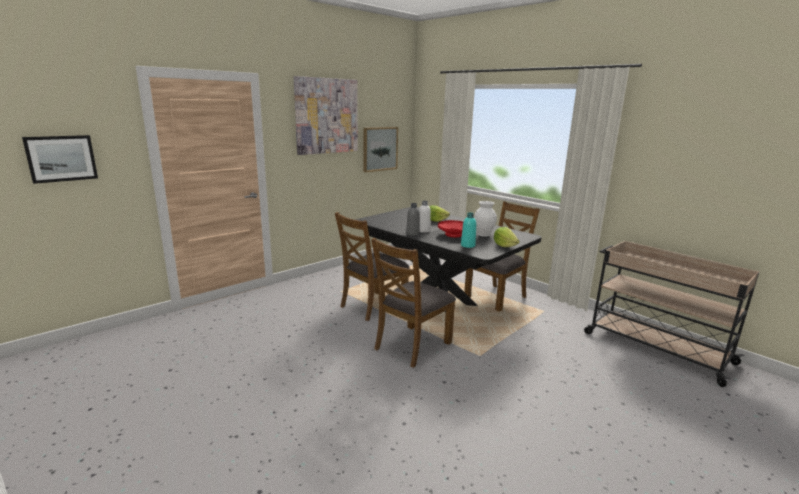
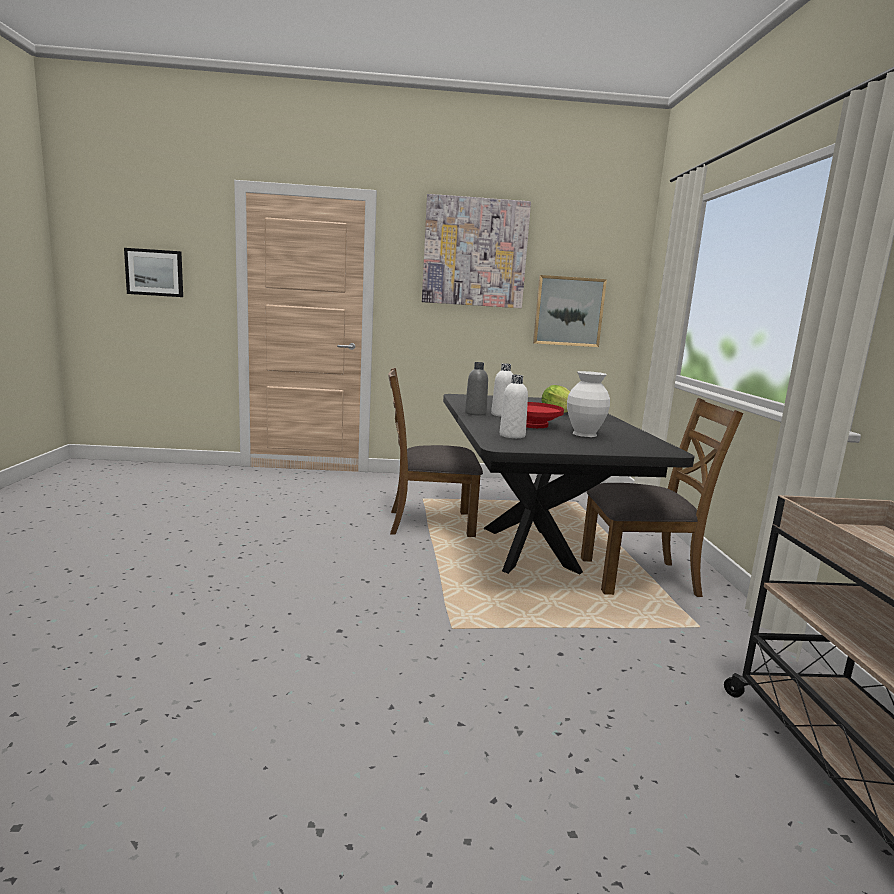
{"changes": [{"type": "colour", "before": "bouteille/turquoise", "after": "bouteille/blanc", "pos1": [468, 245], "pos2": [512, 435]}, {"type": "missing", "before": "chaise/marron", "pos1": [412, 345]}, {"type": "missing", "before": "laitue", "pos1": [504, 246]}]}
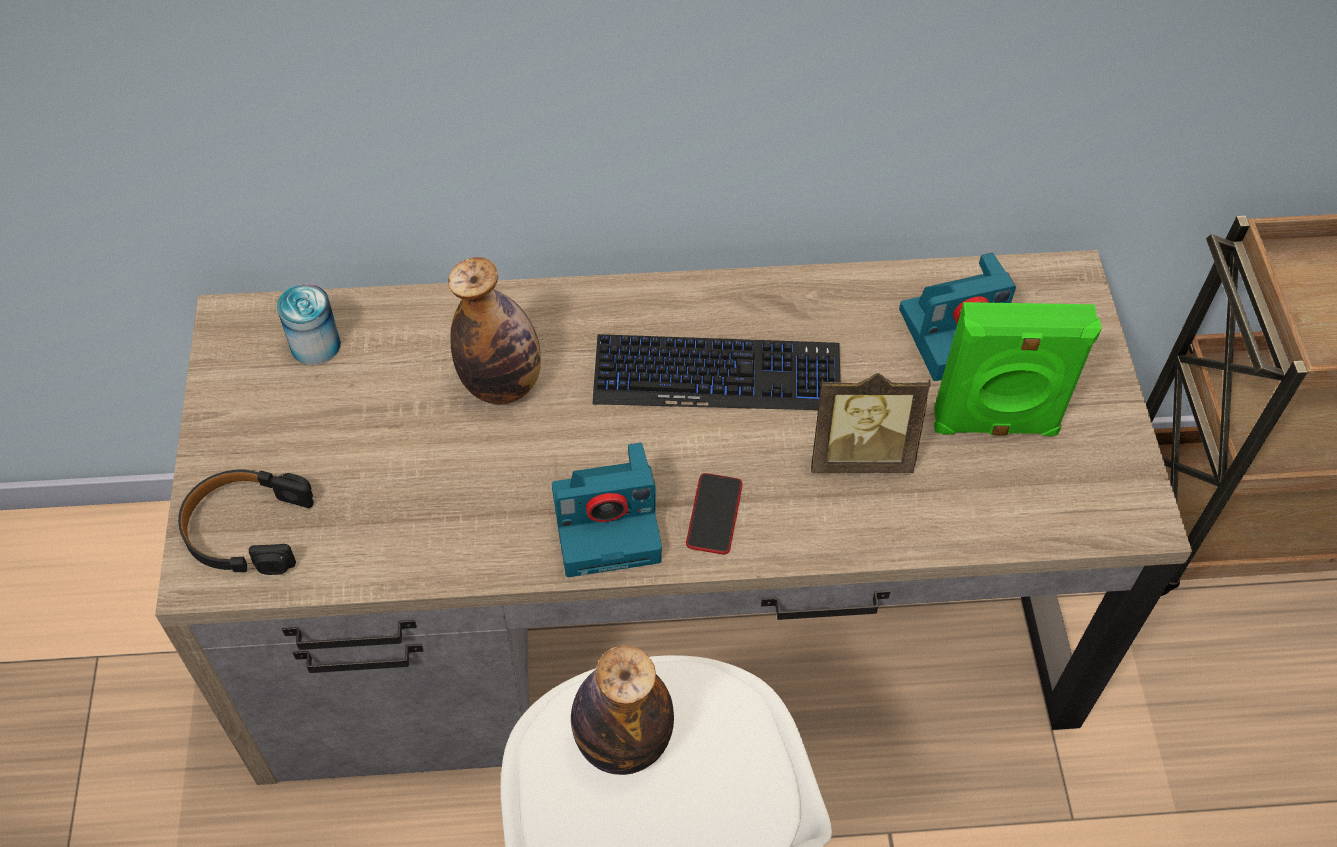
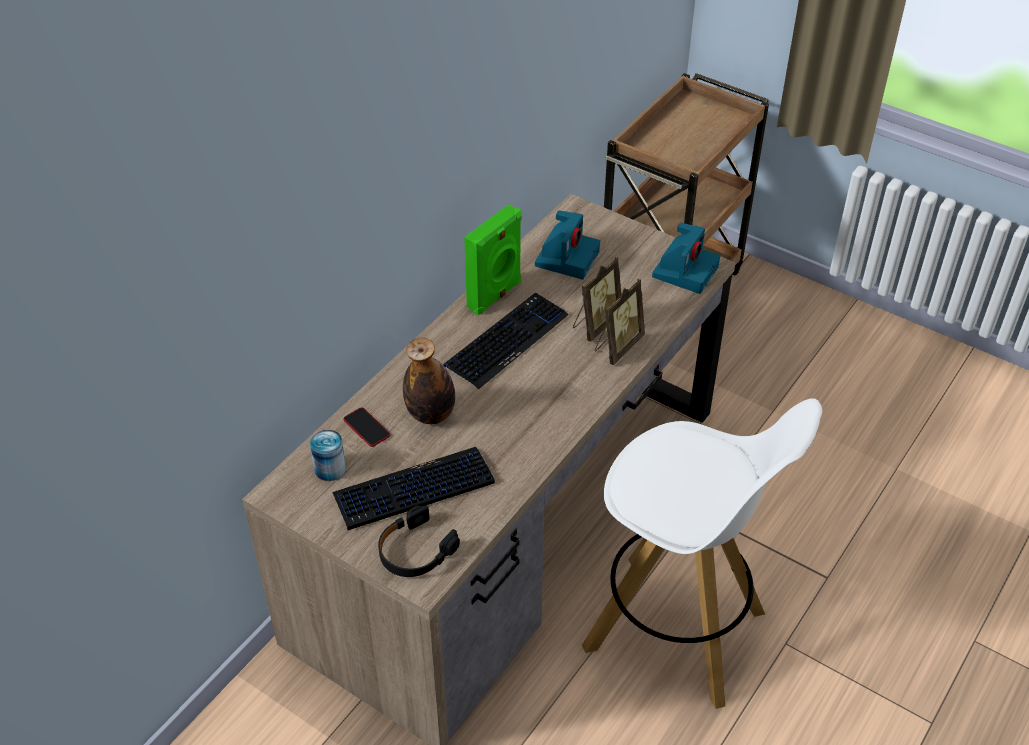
{"changes": [{"type": "appeared", "after": "clavier", "pos2": [413, 489]}, {"type": "relocated", "before": "téléphone", "pos1": [714, 514], "pos2": [366, 428]}, {"type": "relocated", "before": "enceinte/vert", "pos1": [995, 425], "pos2": [496, 295]}, {"type": "appeared", "after": "cadre photo", "pos2": [617, 346]}, {"type": "relocated", "before": "appareil photo", "pos1": [608, 523], "pos2": [685, 270]}, {"type": "missing", "before": "bouteille", "pos1": [622, 741]}]}
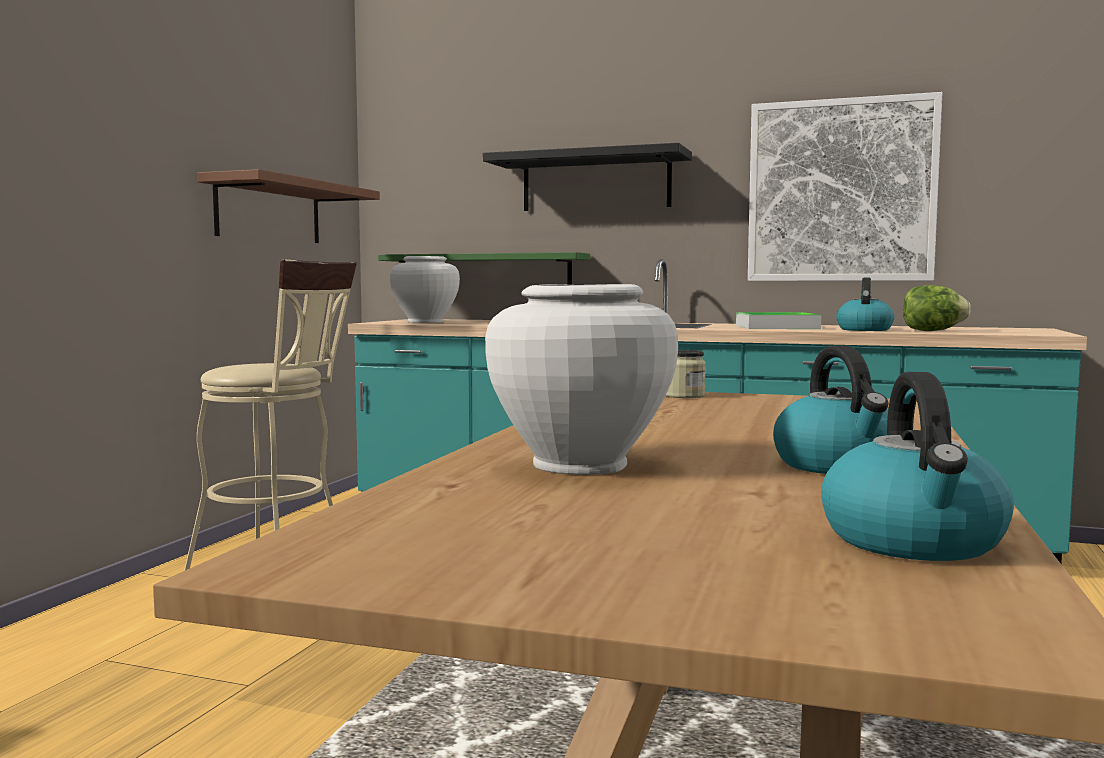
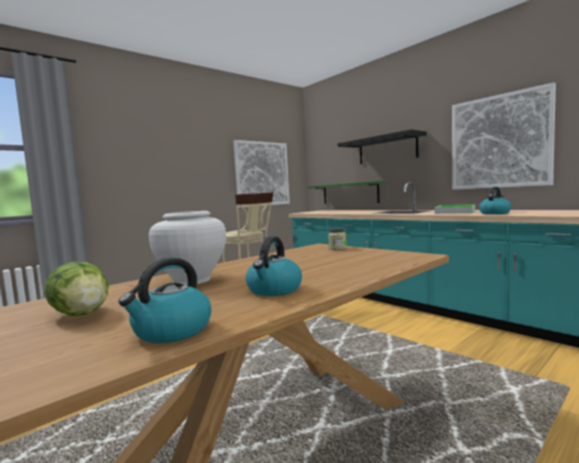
{"changes": [{"type": "relocated", "before": "laitue", "pos1": [932, 331], "pos2": [82, 314]}, {"type": "exchanged", "before": "étagère/marron", "after": "tableau", "pos1": [269, 211], "pos2": [262, 174]}, {"type": "missing", "before": "vase/blanc", "pos1": [425, 322]}]}
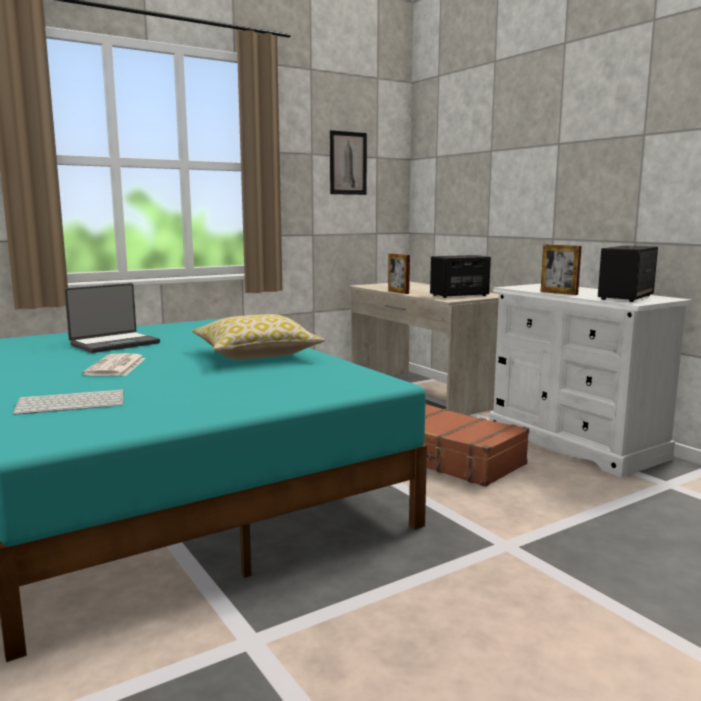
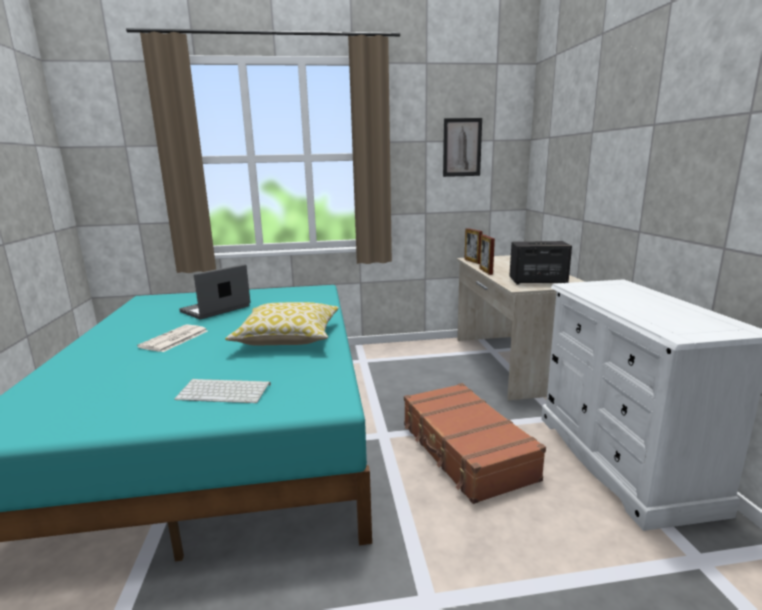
{"changes": [{"type": "relocated", "before": "clavier", "pos1": [72, 403], "pos2": [225, 391]}, {"type": "spun", "before": "ordinateur portable", "pos1": [114, 344], "pos2": [216, 309], "turn": 150}, {"type": "relocated", "before": "cadre photo", "pos1": [559, 293], "pos2": [472, 261]}, {"type": "missing", "before": "enceinte", "pos1": [626, 297]}]}
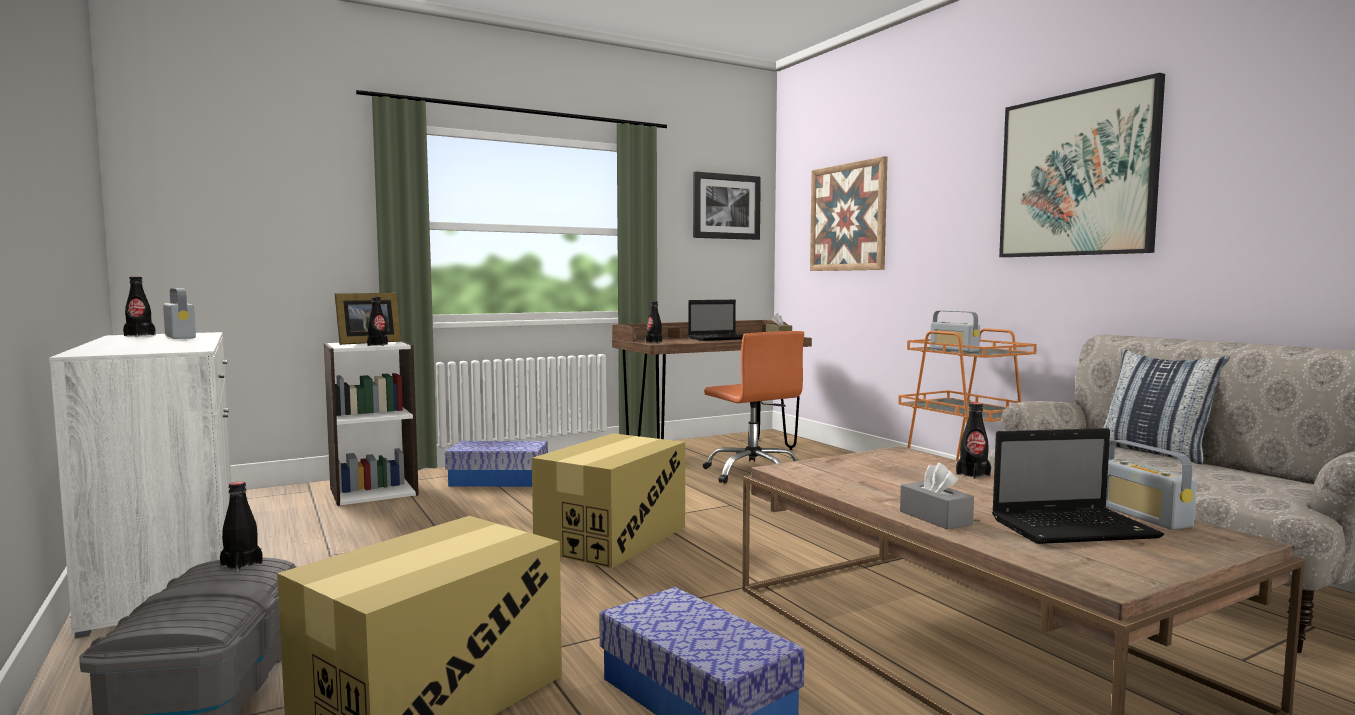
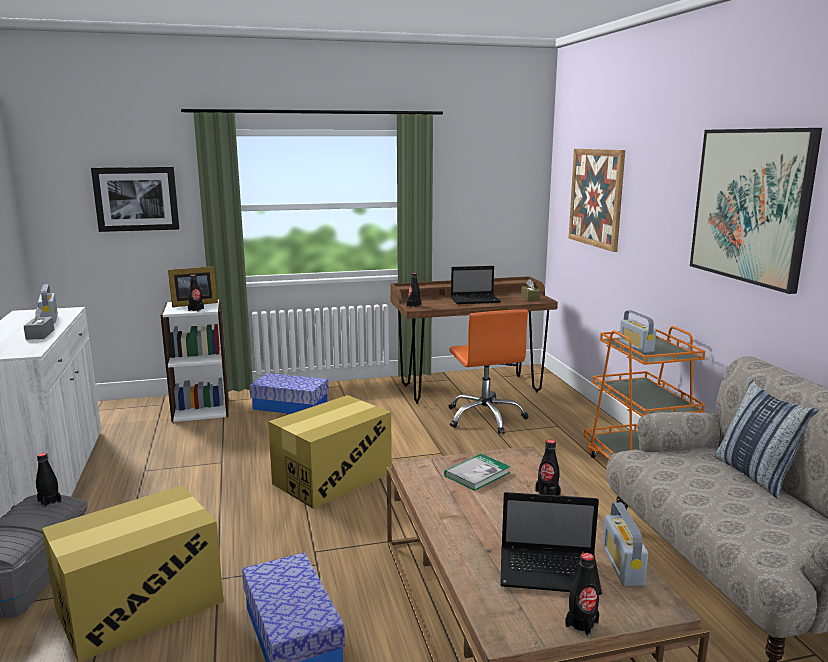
{"changes": [{"type": "relocated", "before": "boîte à mouchoirs/gris", "pos1": [935, 517], "pos2": [40, 334]}, {"type": "relocated", "before": "tableau", "pos1": [726, 206], "pos2": [136, 199]}, {"type": "appeared", "after": "livre", "pos2": [477, 474]}, {"type": "relocated", "before": "bouteille/noir", "pos1": [139, 335], "pos2": [581, 624]}]}
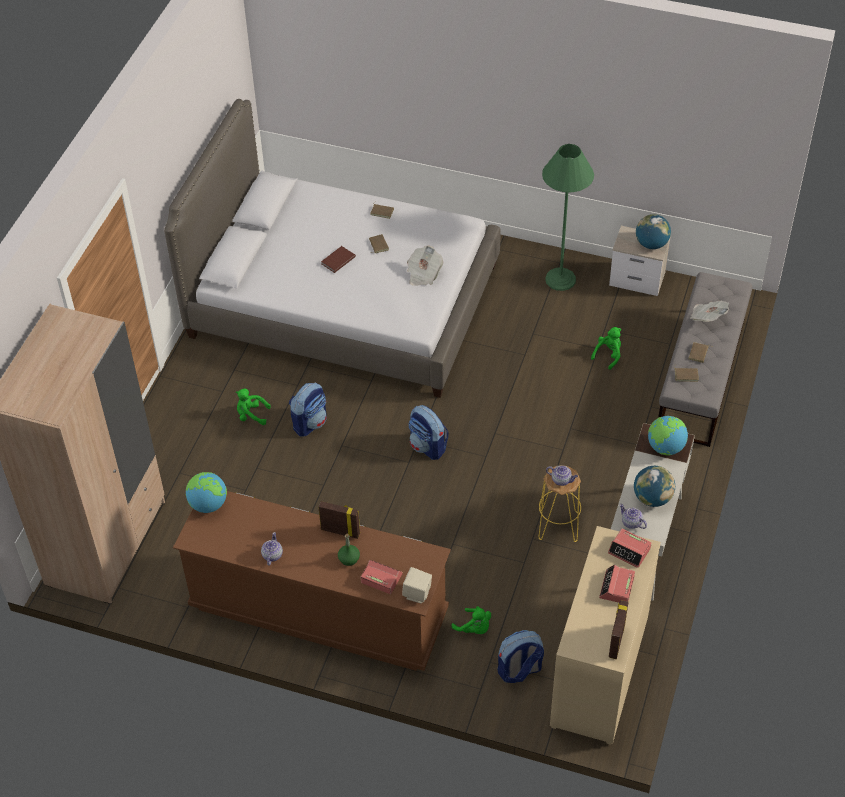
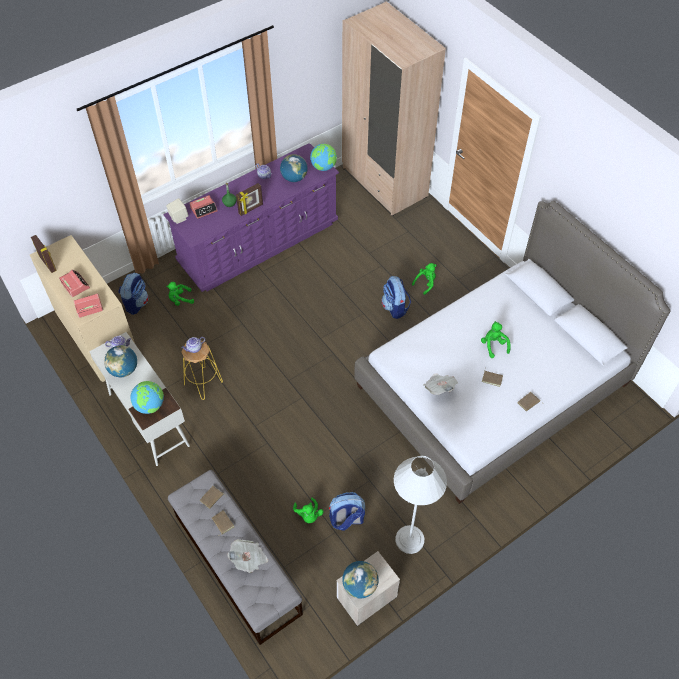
{"changes": [{"type": "colour", "before": "commode/marron", "after": "commode/violet", "pos1": [319, 609], "pos2": [259, 243]}, {"type": "appeared", "after": "globe", "pos2": [294, 178]}, {"type": "relocated", "before": "sac à dos", "pos1": [428, 446], "pos2": [346, 519]}, {"type": "colour", "before": "lampadaire/vert", "after": "lampadaire/blanc", "pos1": [560, 279], "pos2": [409, 539]}, {"type": "exchanged", "before": "livre/marron", "after": "peluche/vert", "pos1": [337, 260], "pos2": [493, 345]}]}
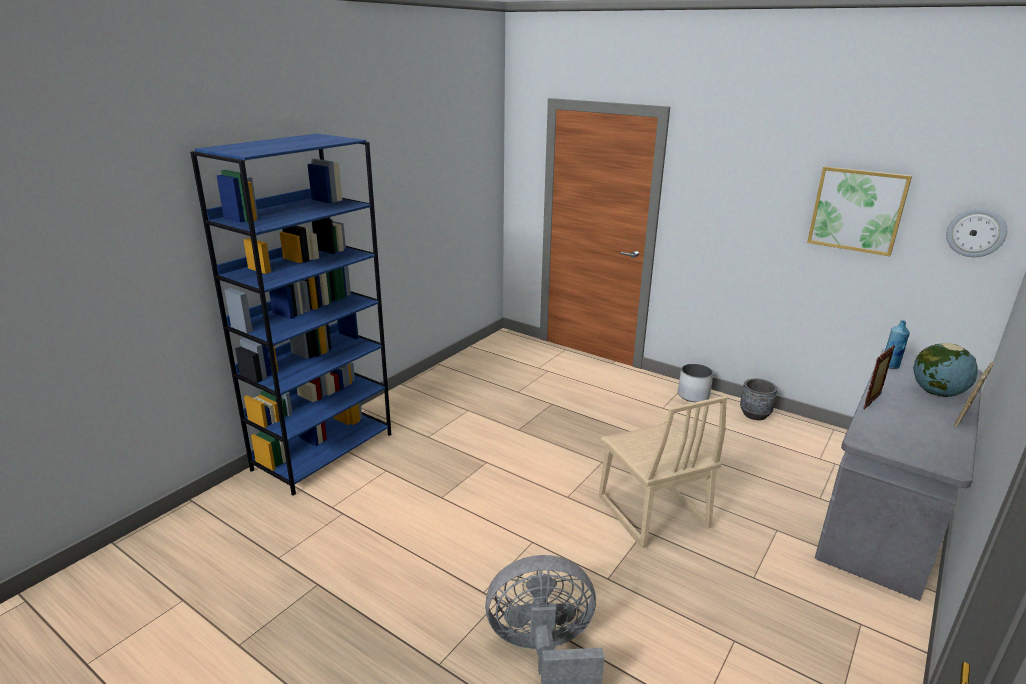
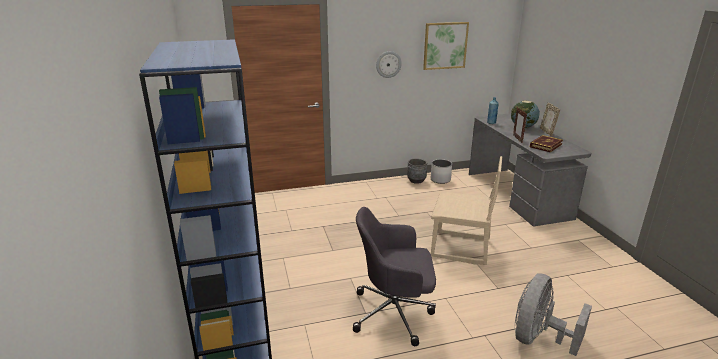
{"changes": [{"type": "appeared", "after": "chaise de bureau/gris", "pos2": [394, 313]}, {"type": "relocated", "before": "horloge murale", "pos1": [976, 232], "pos2": [388, 64]}, {"type": "relocated", "before": "cache-pot/blanc", "pos1": [693, 395], "pos2": [440, 180]}, {"type": "appeared", "after": "livre", "pos2": [546, 145]}]}
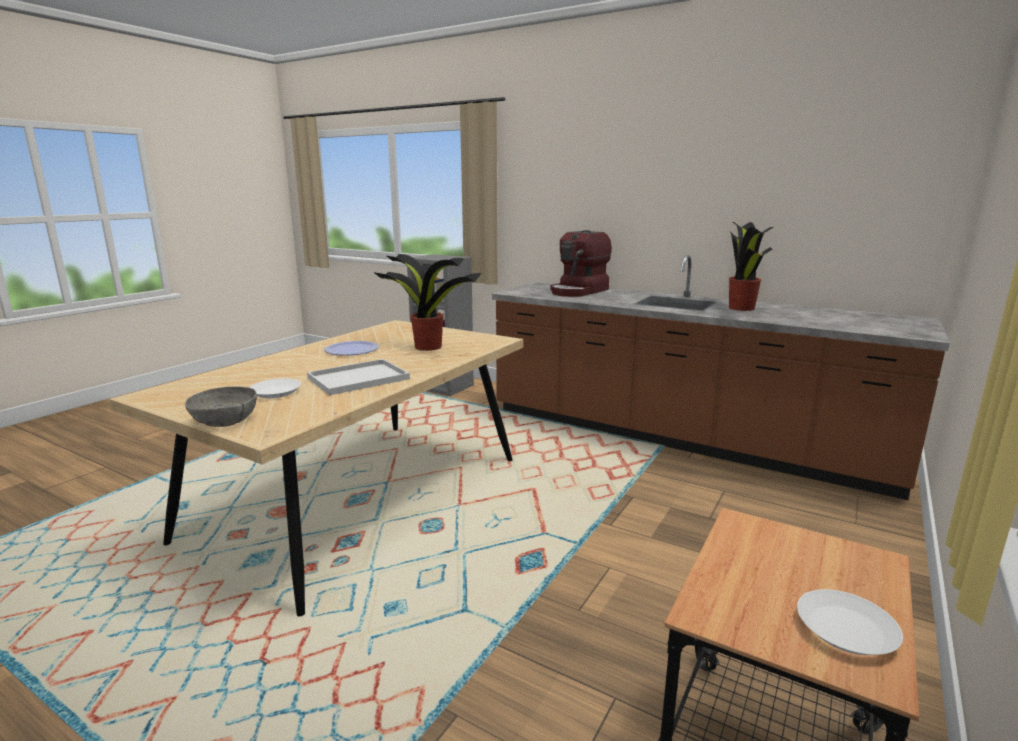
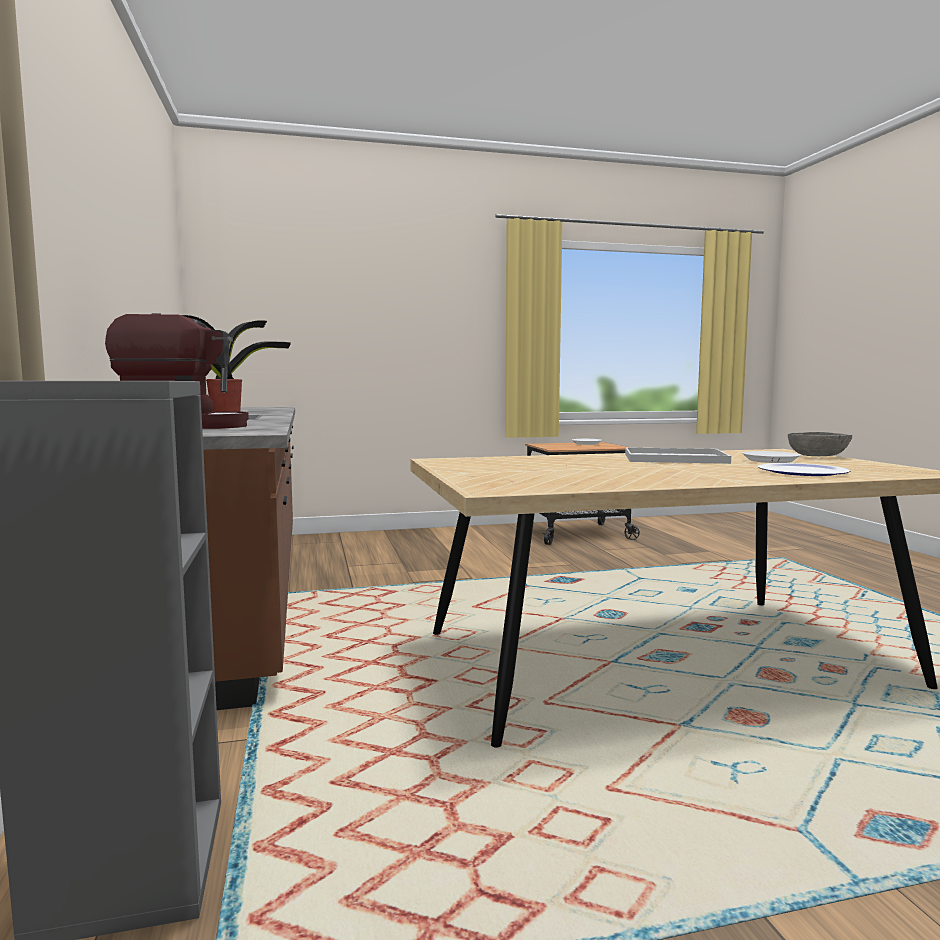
{"changes": [{"type": "relocated", "before": "assiette", "pos1": [351, 350], "pos2": [802, 472]}, {"type": "missing", "before": "plante en pot", "pos1": [427, 346]}]}
